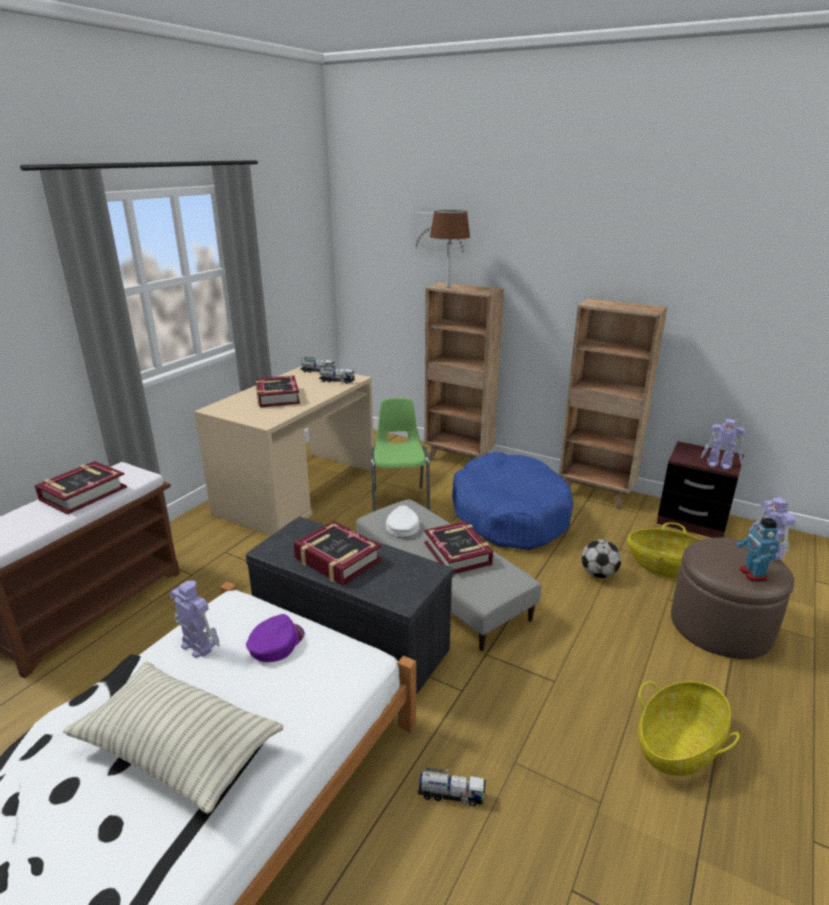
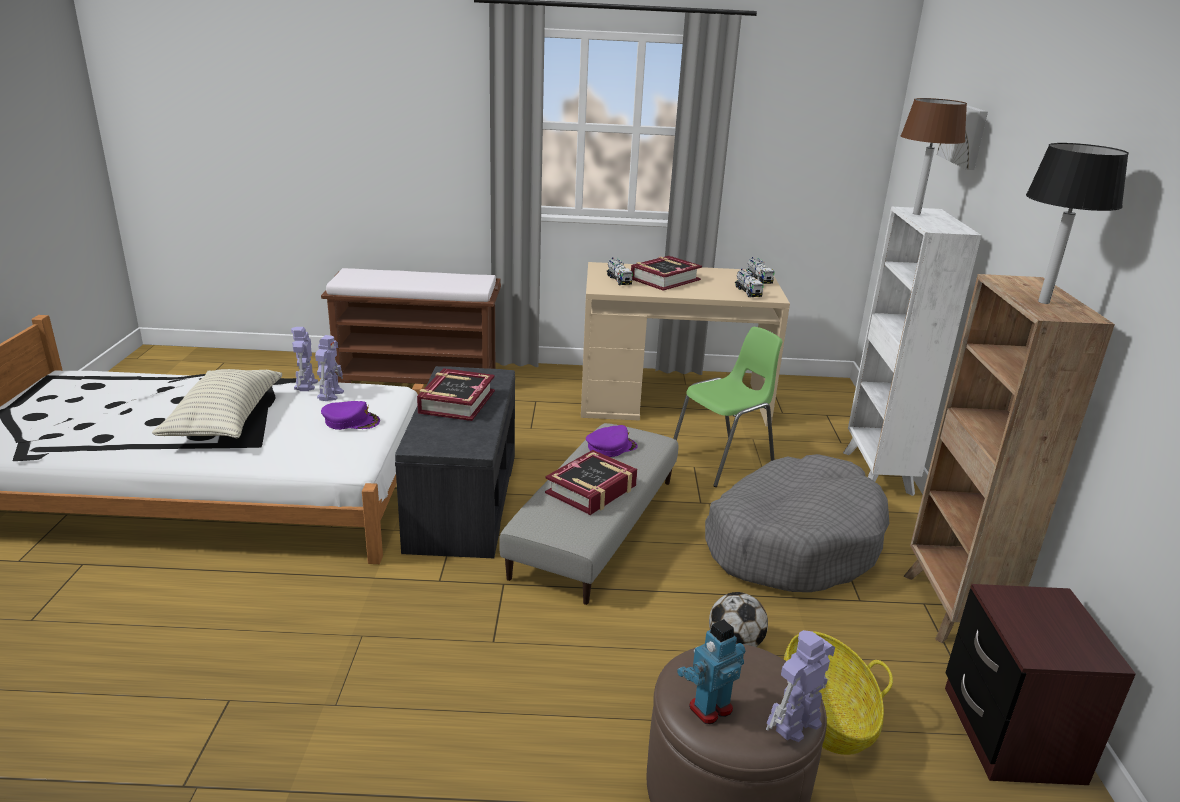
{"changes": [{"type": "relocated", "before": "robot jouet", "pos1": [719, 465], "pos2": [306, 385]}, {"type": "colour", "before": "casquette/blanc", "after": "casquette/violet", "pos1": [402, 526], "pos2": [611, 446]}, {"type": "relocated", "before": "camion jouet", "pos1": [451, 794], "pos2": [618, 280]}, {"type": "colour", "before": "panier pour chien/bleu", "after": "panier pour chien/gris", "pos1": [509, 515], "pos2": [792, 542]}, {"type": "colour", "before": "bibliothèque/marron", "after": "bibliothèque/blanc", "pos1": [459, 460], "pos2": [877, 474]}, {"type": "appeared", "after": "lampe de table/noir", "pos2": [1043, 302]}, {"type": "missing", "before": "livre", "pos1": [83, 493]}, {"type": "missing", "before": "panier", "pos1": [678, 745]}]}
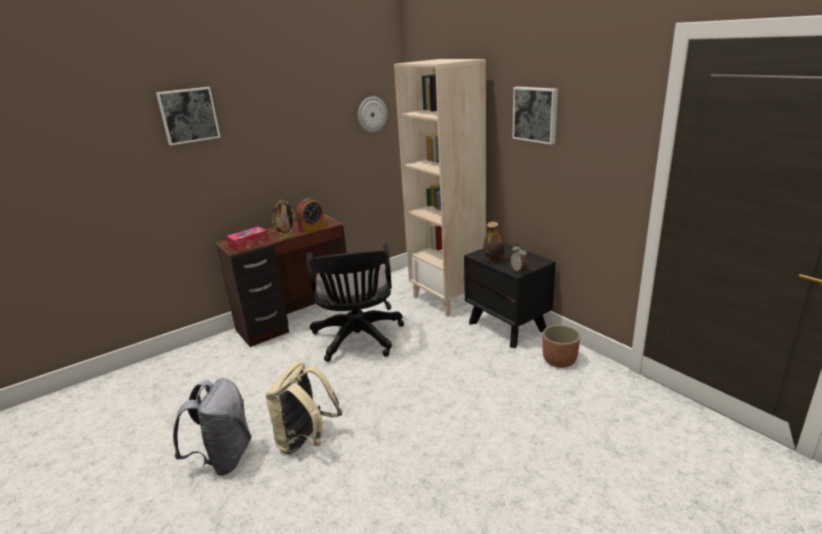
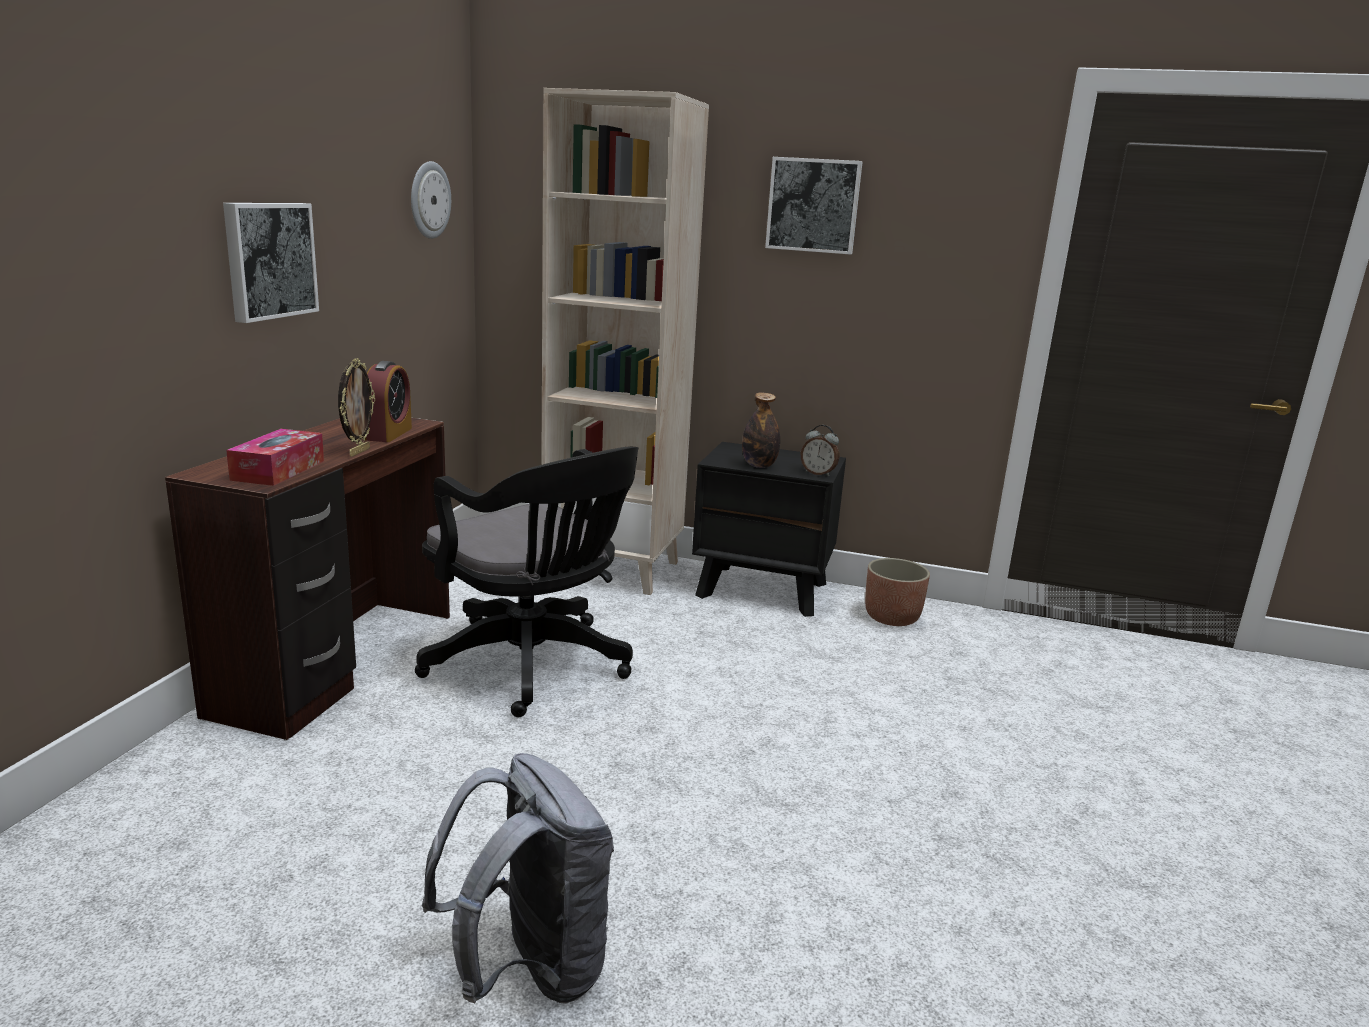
{"changes": [{"type": "relocated", "before": "tableau", "pos1": [188, 115], "pos2": [269, 260]}, {"type": "missing", "before": "sac à dos/beige", "pos1": [306, 441]}]}
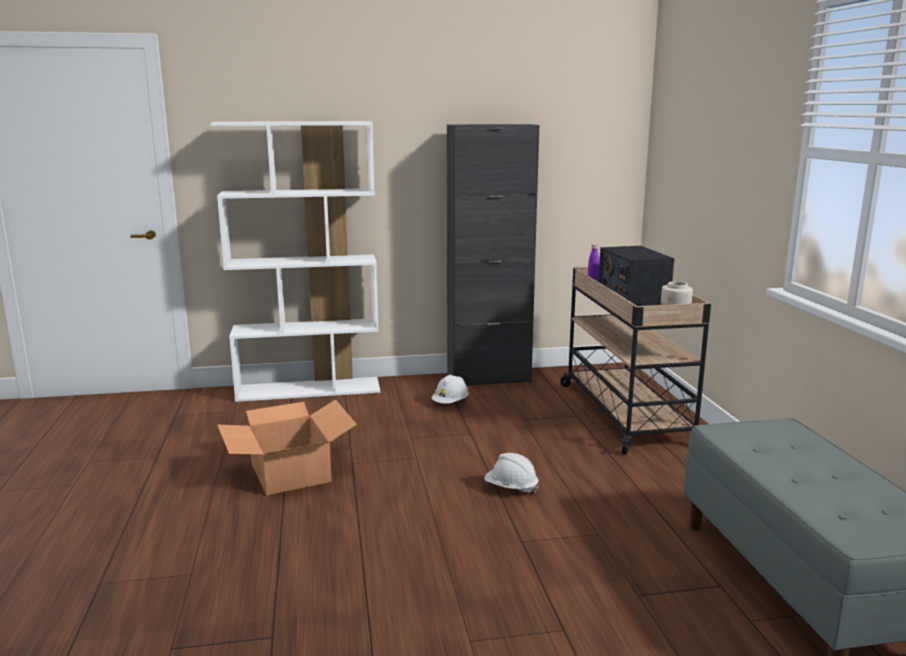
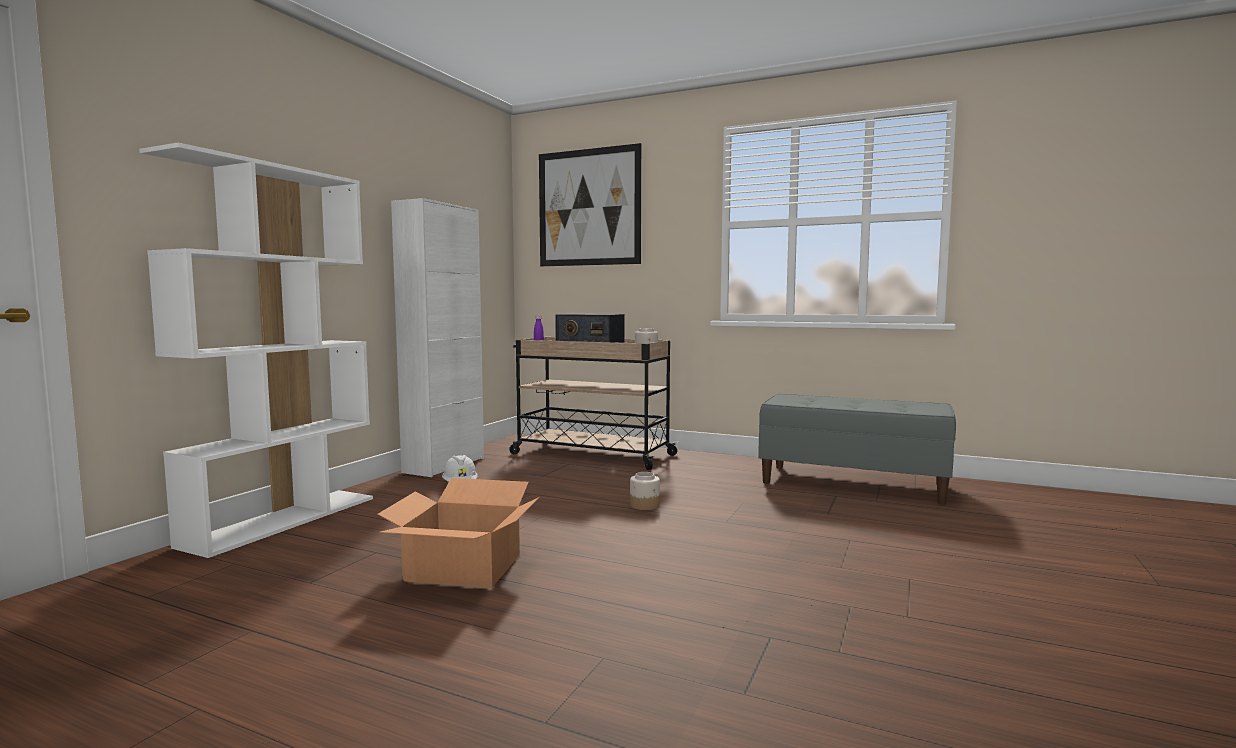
{"changes": [{"type": "colour", "before": "meuble de rangement/noir", "after": "meuble de rangement/blanc", "pos1": [488, 378], "pos2": [444, 465]}, {"type": "appeared", "after": "tableau", "pos2": [589, 207]}, {"type": "exchanged", "before": "casque de chantier/blanc", "after": "bocal", "pos1": [511, 488], "pos2": [645, 505]}]}
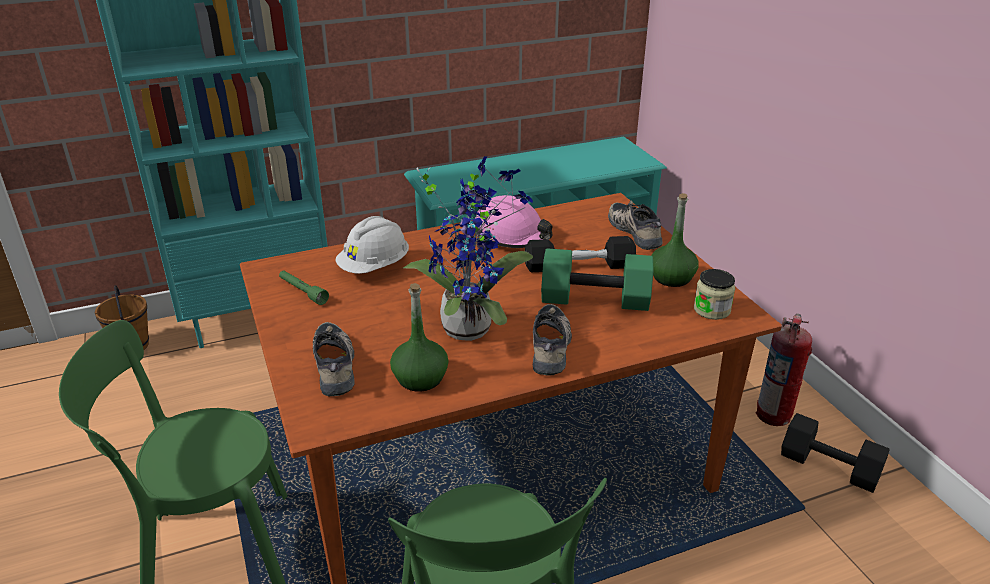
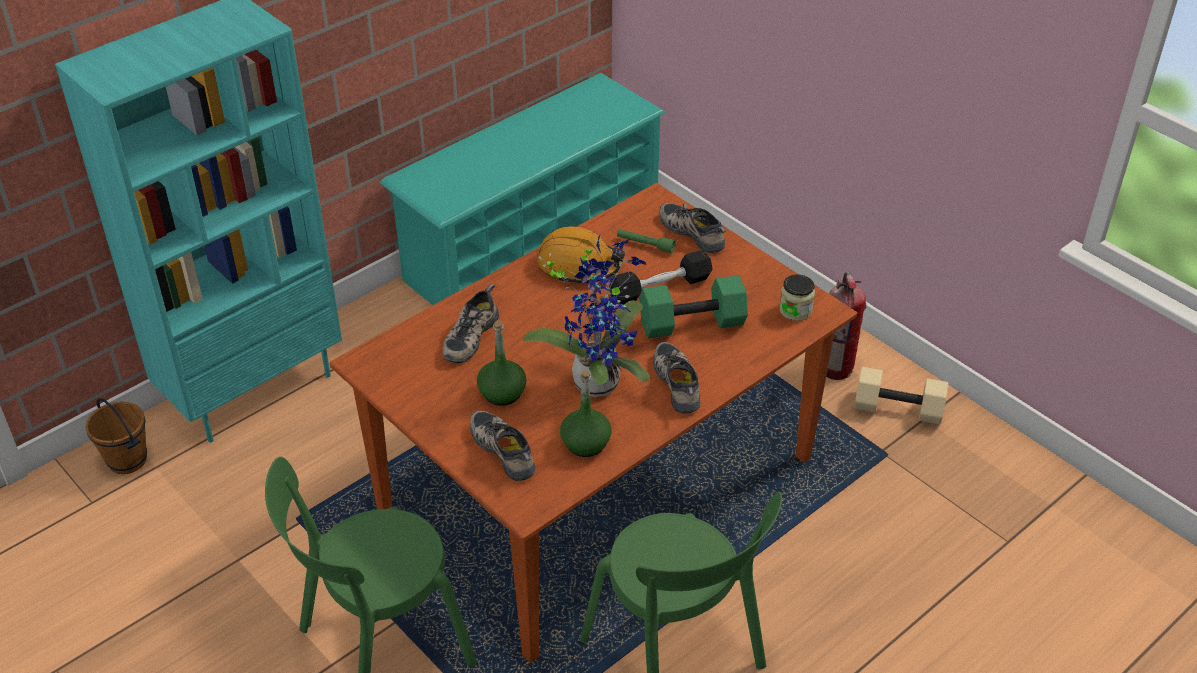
{"changes": [{"type": "exchanged", "before": "casque de chantier/blanc", "after": "chaussure", "pos1": [375, 267], "pos2": [469, 335]}, {"type": "relocated", "before": "bouteille/vert", "pos1": [671, 278], "pos2": [502, 393]}, {"type": "colour", "before": "casque de chantier/rose", "after": "casque de chantier/orange", "pos1": [512, 236], "pos2": [579, 265]}, {"type": "relocated", "before": "lampe de poche/vert", "pos1": [303, 292], "pos2": [645, 245]}, {"type": "colour", "before": "haltère/noir", "after": "haltère/beige", "pos1": [830, 466], "pos2": [899, 408]}]}
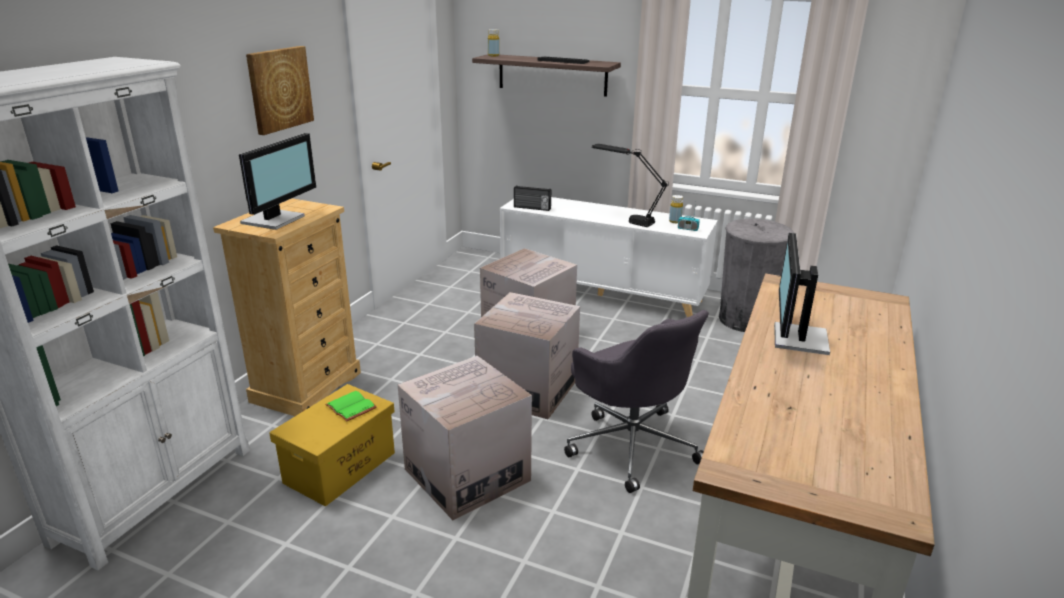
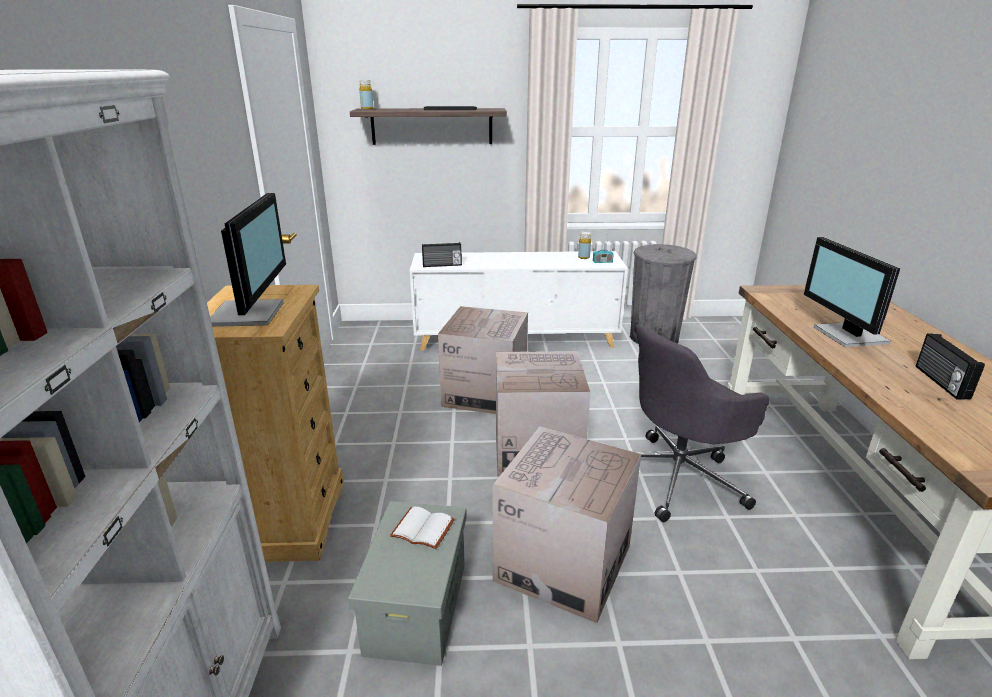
{"changes": [{"type": "colour", "before": "boîte de rangement/jaune", "after": "boîte de rangement/gris", "pos1": [340, 466], "pos2": [416, 605]}, {"type": "colour", "before": "livre/vert", "after": "livre/blanc", "pos1": [352, 407], "pos2": [424, 528]}, {"type": "spun", "before": "chaise de bureau/gris", "pos1": [631, 444], "pos2": [678, 477], "turn": 120}, {"type": "appeared", "after": "radio", "pos2": [940, 382]}, {"type": "missing", "before": "tableau", "pos1": [279, 89]}, {"type": "missing", "before": "lampe de table/noir", "pos1": [625, 219]}]}
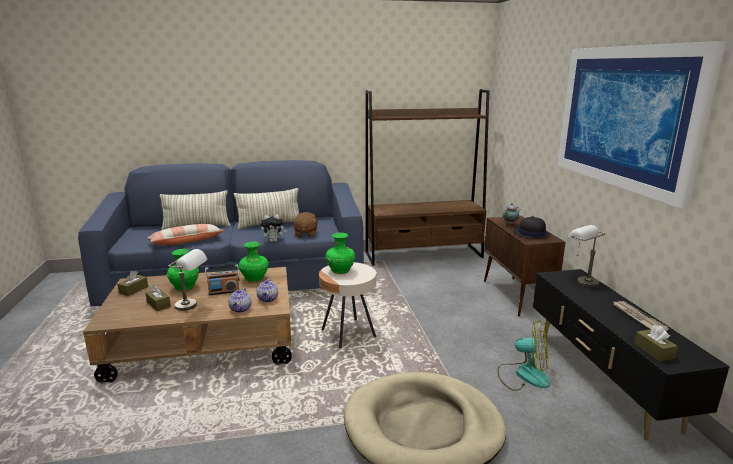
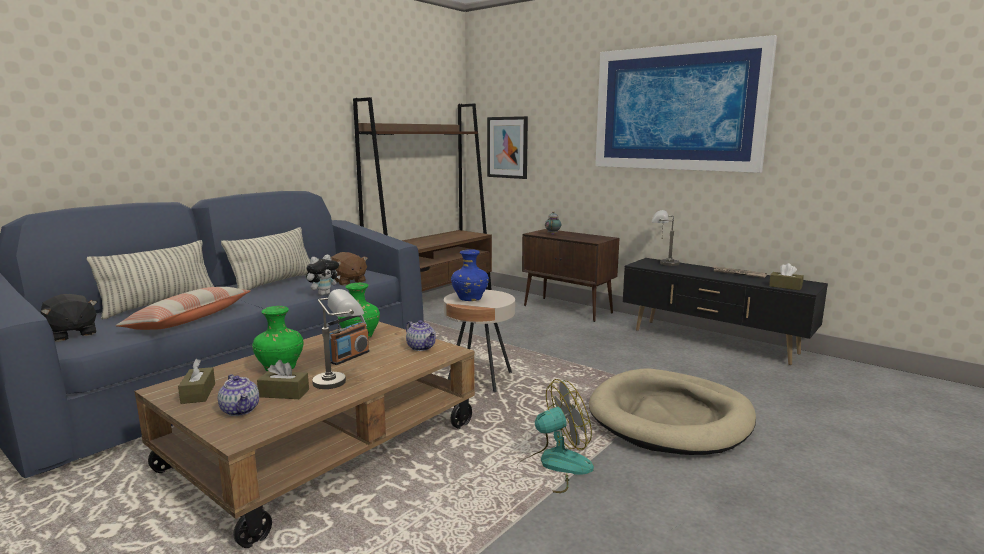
{"changes": [{"type": "appeared", "after": "peluche/noir", "pos2": [71, 334]}, {"type": "relocated", "before": "théière", "pos1": [241, 309], "pos2": [241, 410]}, {"type": "colour", "before": "vase/vert", "after": "vase/bleu", "pos1": [341, 271], "pos2": [470, 299]}, {"type": "appeared", "after": "tableau", "pos2": [507, 147]}, {"type": "relocated", "before": "ventilateur", "pos1": [523, 375], "pos2": [554, 466]}, {"type": "missing", "before": "chapeau/noir", "pos1": [531, 234]}]}
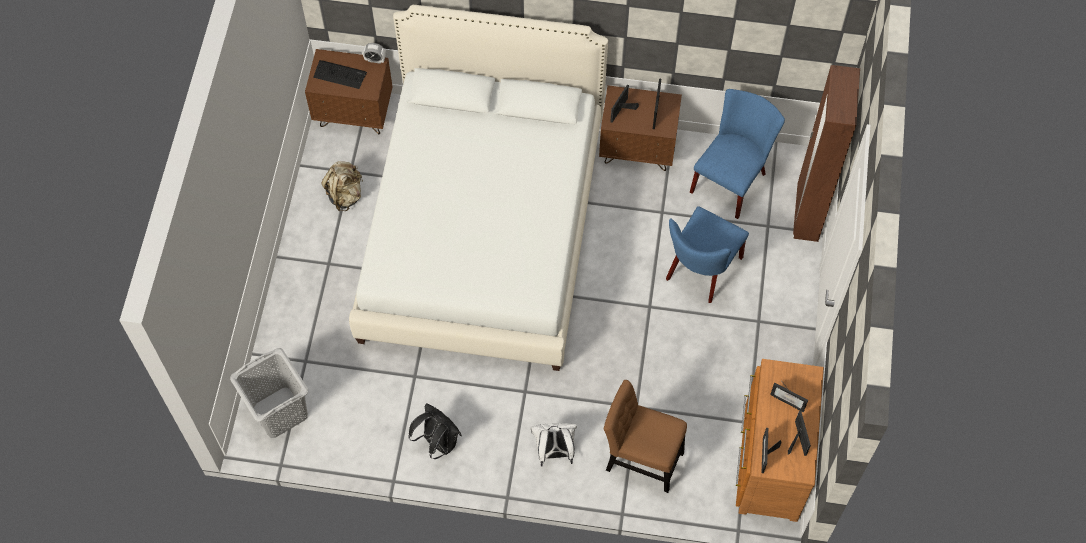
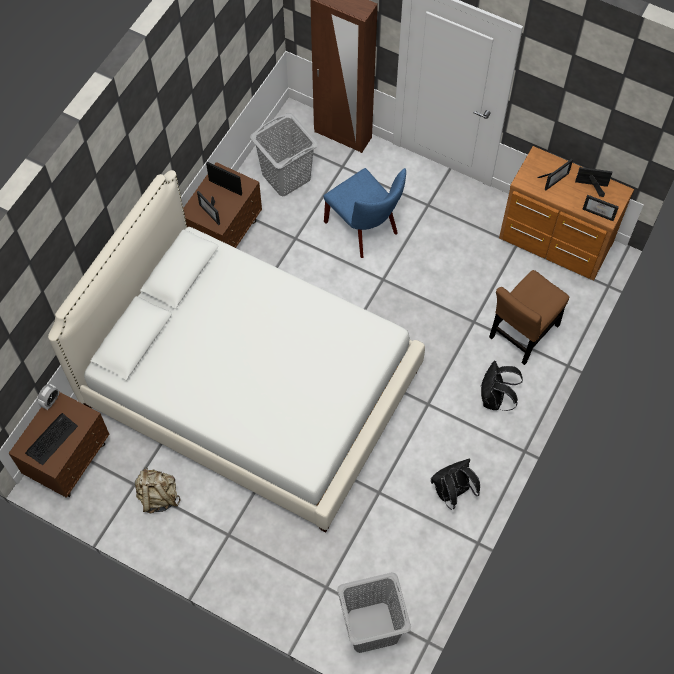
{"changes": [{"type": "exchanged", "before": "chaise/bleu", "after": "panier à linge/gris", "pos1": [731, 179], "pos2": [286, 176]}, {"type": "colour", "before": "sac à dos/blanc", "after": "sac à dos/noir", "pos1": [554, 452], "pos2": [494, 399]}]}
